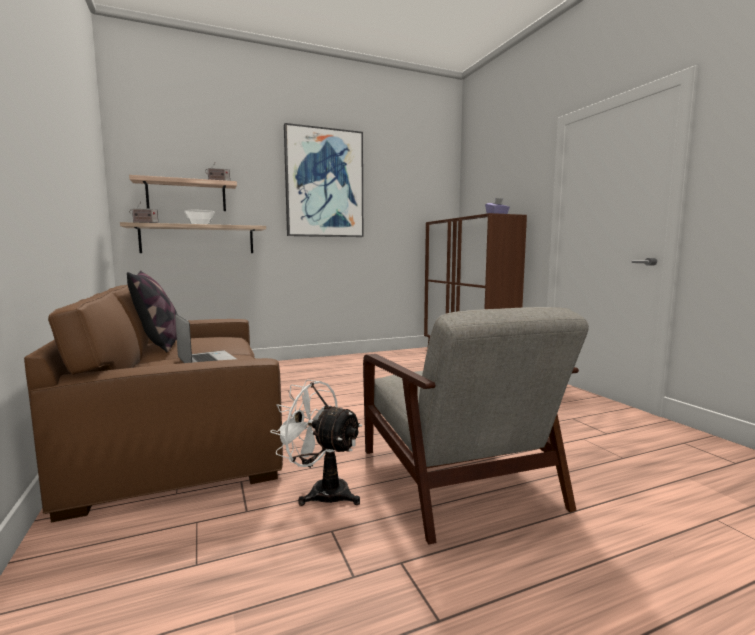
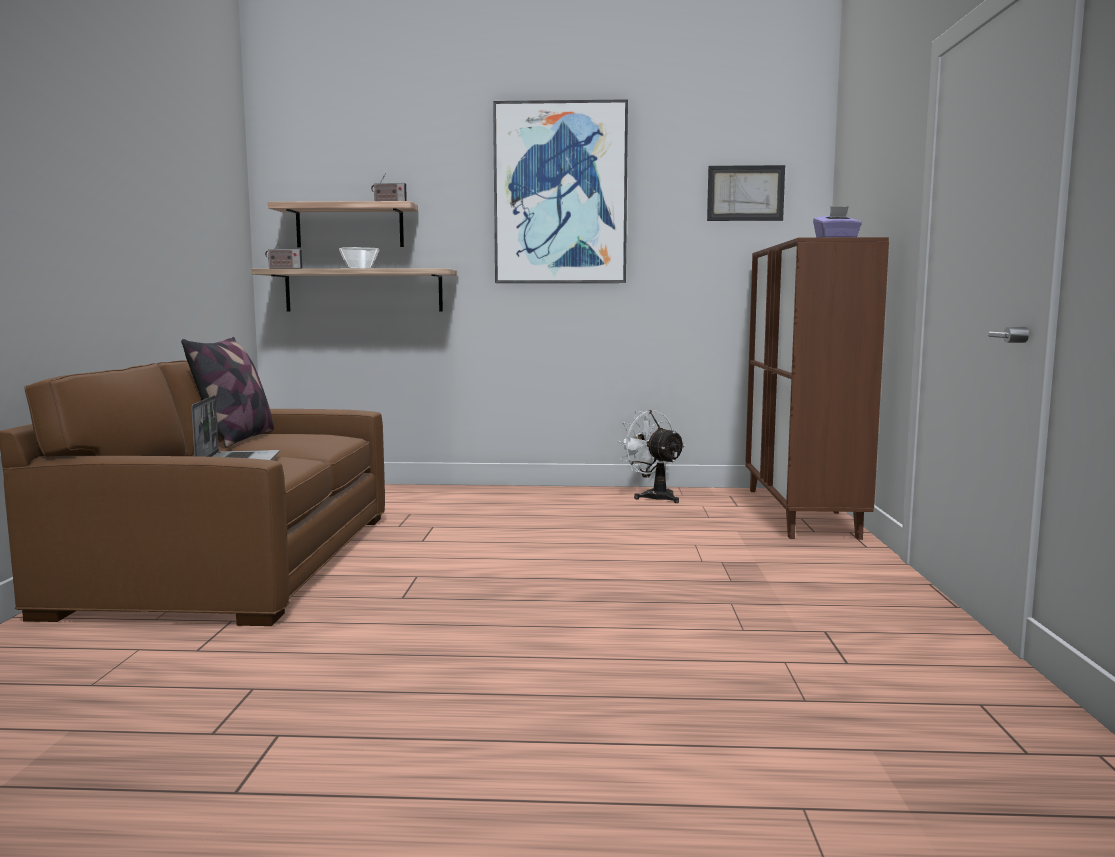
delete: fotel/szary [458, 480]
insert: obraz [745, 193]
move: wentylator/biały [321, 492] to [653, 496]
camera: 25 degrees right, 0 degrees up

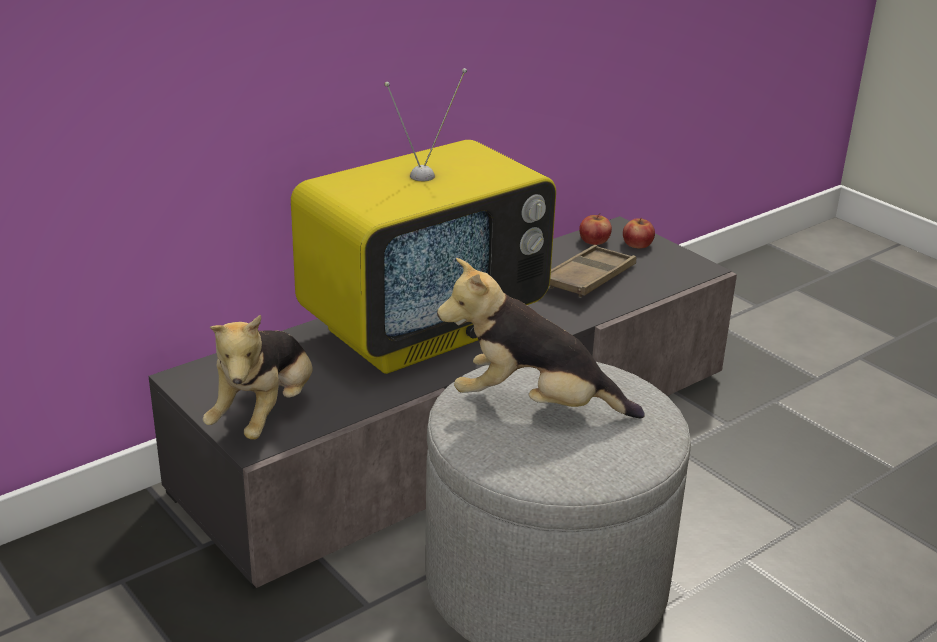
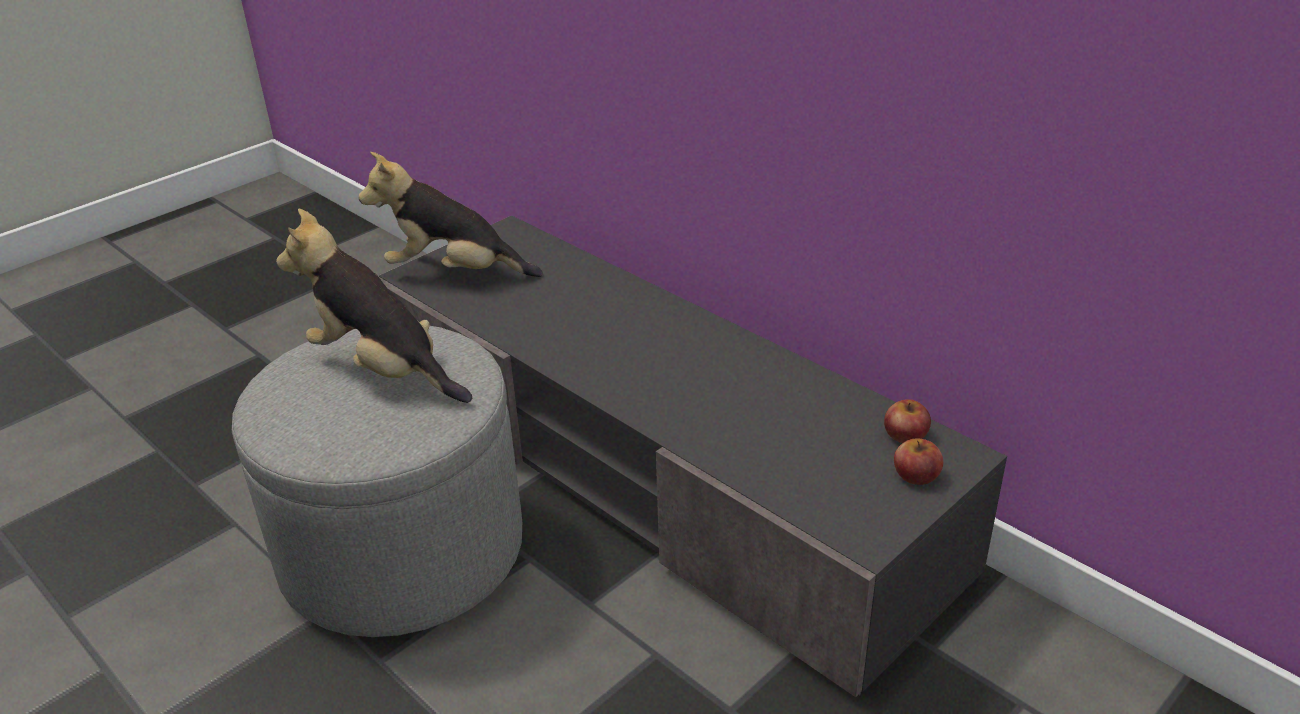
delete: telewizor [423, 328]; taca/brązowy [588, 278]
rotate: pluszak [533, 406] = [383, 369] 60 degrees counterclockwise
camera: 85 degrees right, 5 degrees up

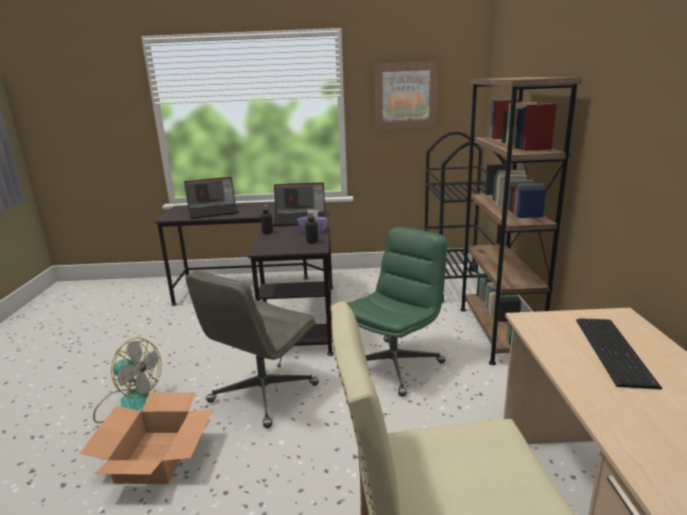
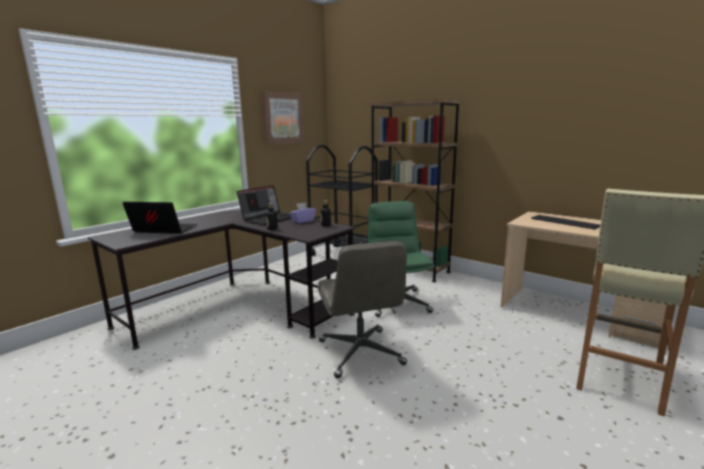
delete: wentylator [129, 403]; karton [156, 457]
rotate: laptop [214, 211] = [163, 230] 105 degrees counterclockwise
camera: 50 degrees left, 5 degrees down

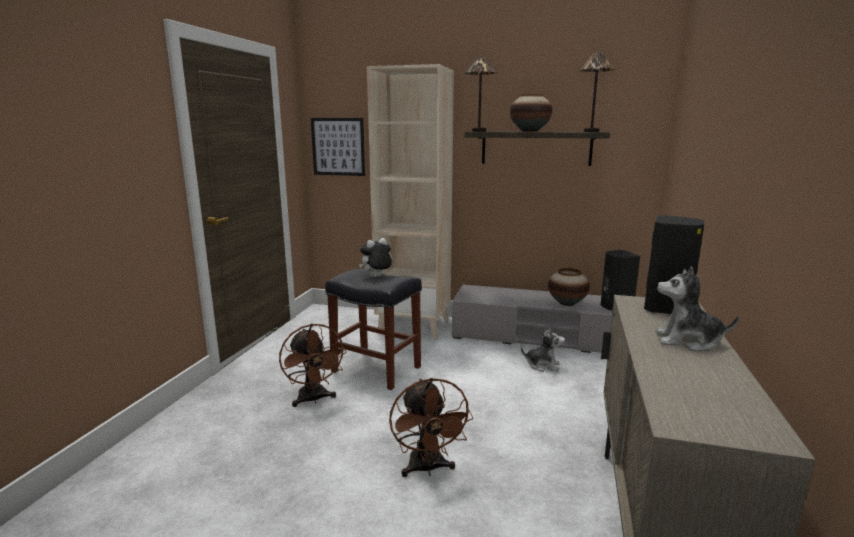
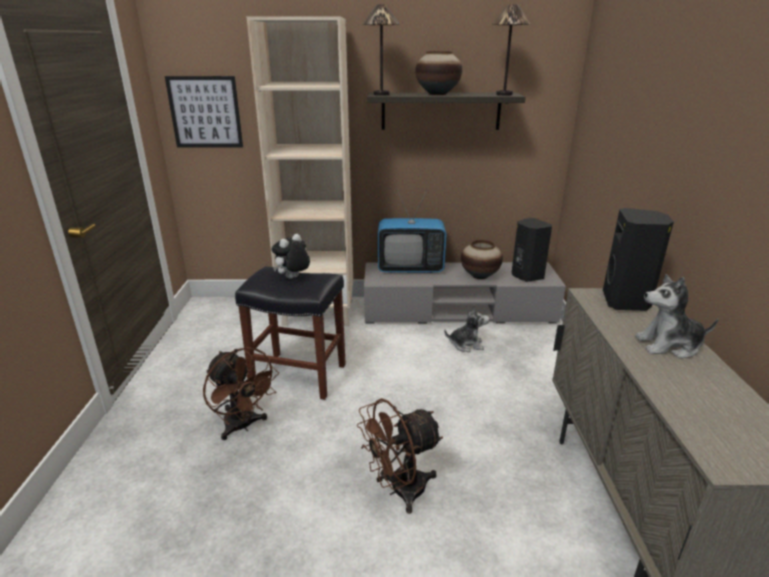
insert: telewizor [410, 268]
rotate: wentylator/brązowy [427, 469] = [399, 491] 90 degrees clockwise
camera: 15 degrees left, 10 degrees up

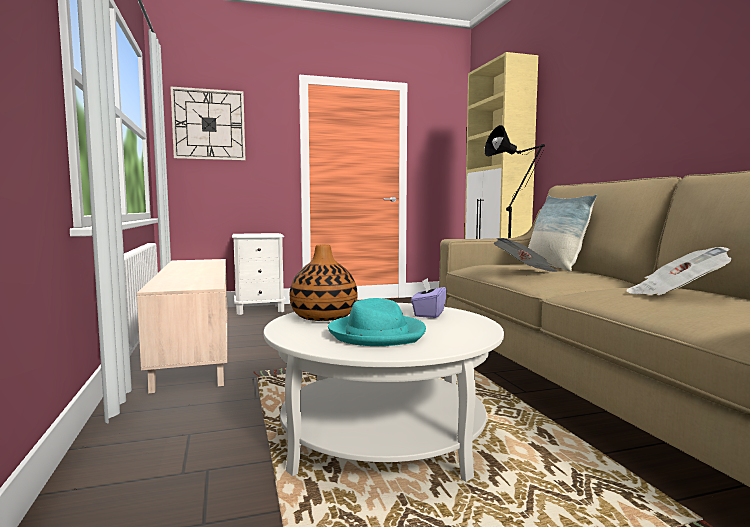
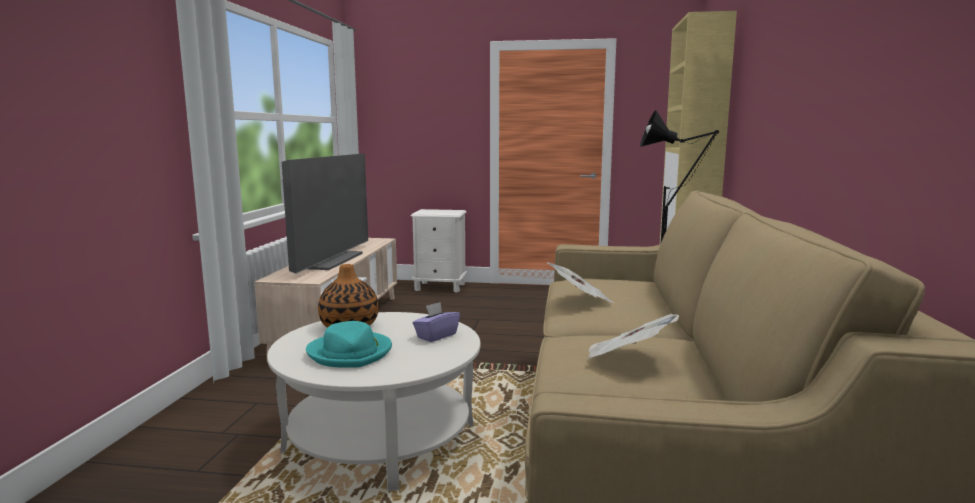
delete: zegar ścienny [209, 124]; poduszka [554, 267]
insert: telewizor [329, 260]
camera: 25 degrees right, 5 degrees up

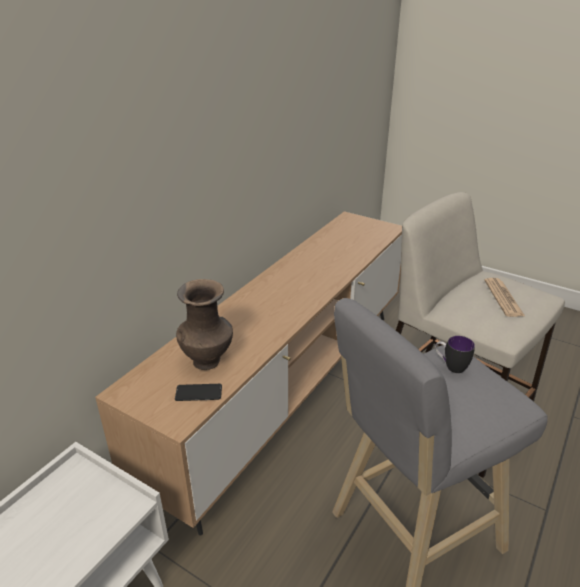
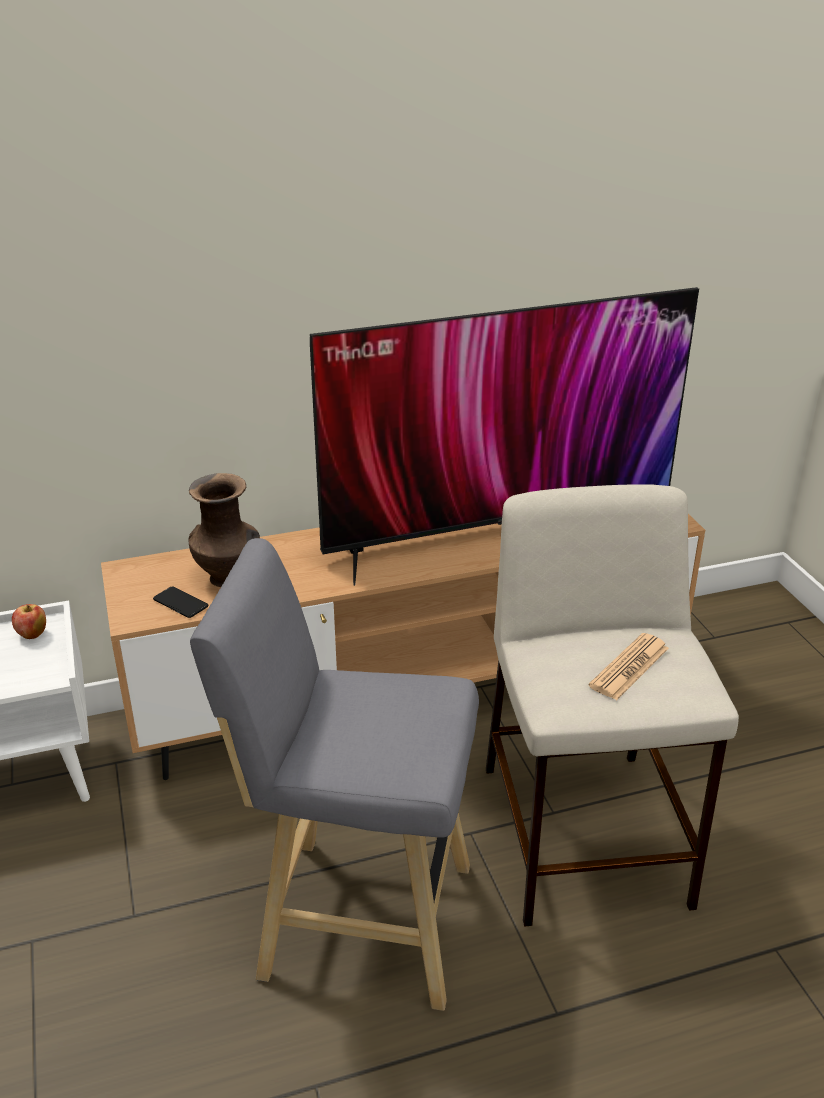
delete: kubek [450, 366]
insert: telewizor [499, 530]; jabłko [32, 635]
camera: 40 degrees right, 0 degrees up

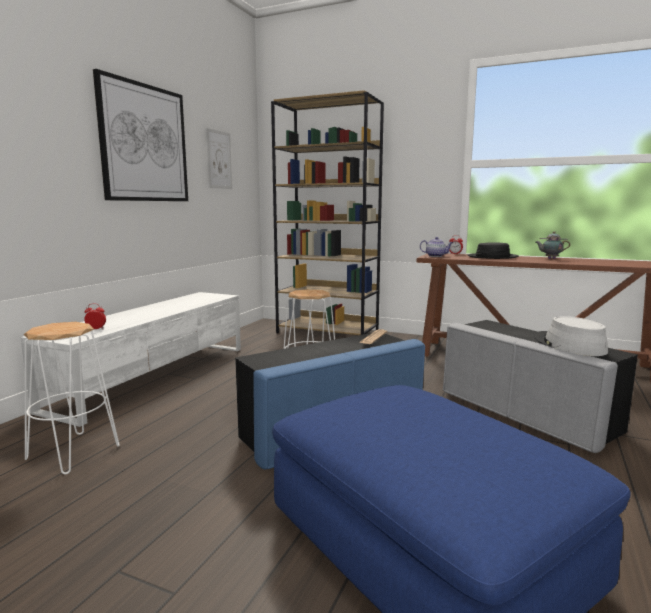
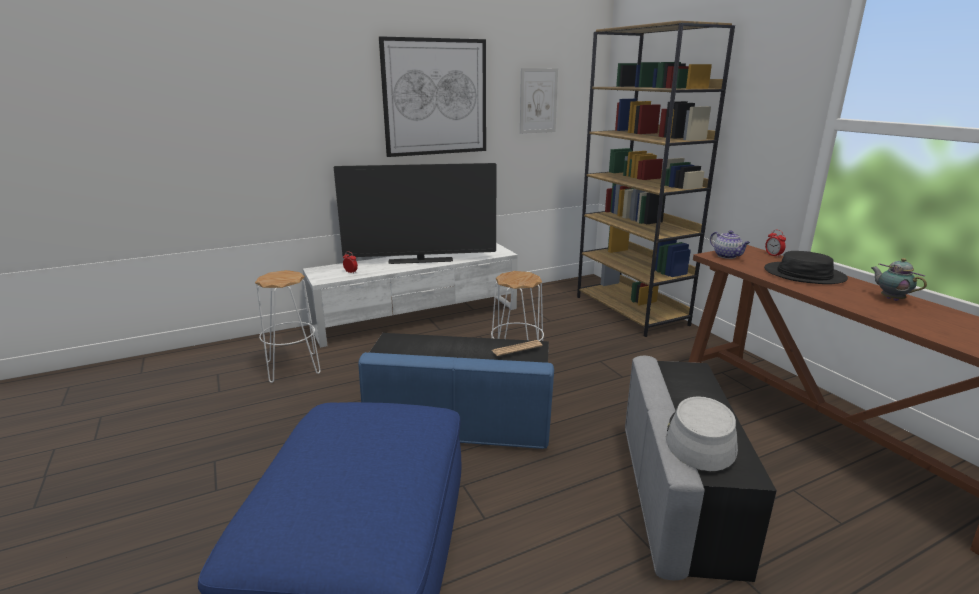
insert: telewizor [420, 261]
camera: 40 degrees right, 10 degrees up

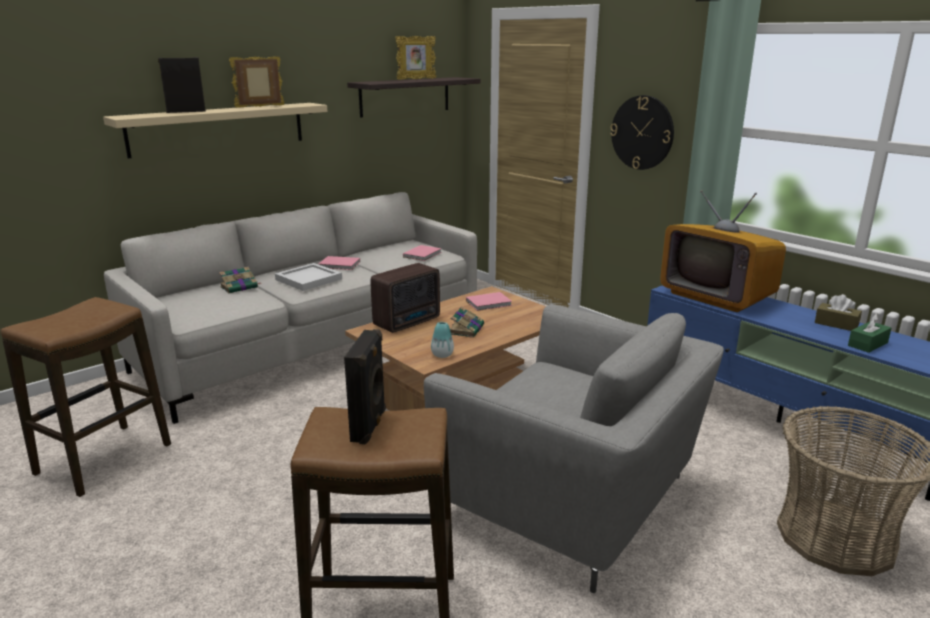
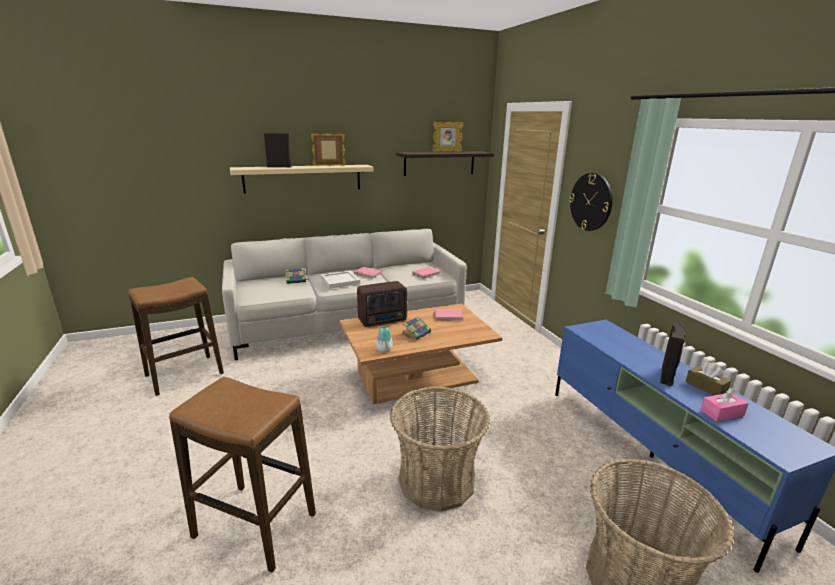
delete: telewizor [717, 296]
move: głośnik/czarny [370, 426] to [667, 376]
replace: fotel/szary [573, 501] to koszyk [436, 480]
recolor: pudełko chusteczek/zielony [867, 344] to pudełko chusteczek/różowy [722, 413]
camera: 20 degrees right, 0 degrees up

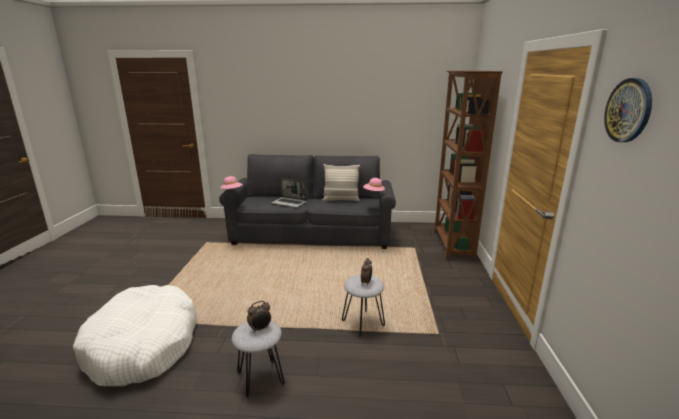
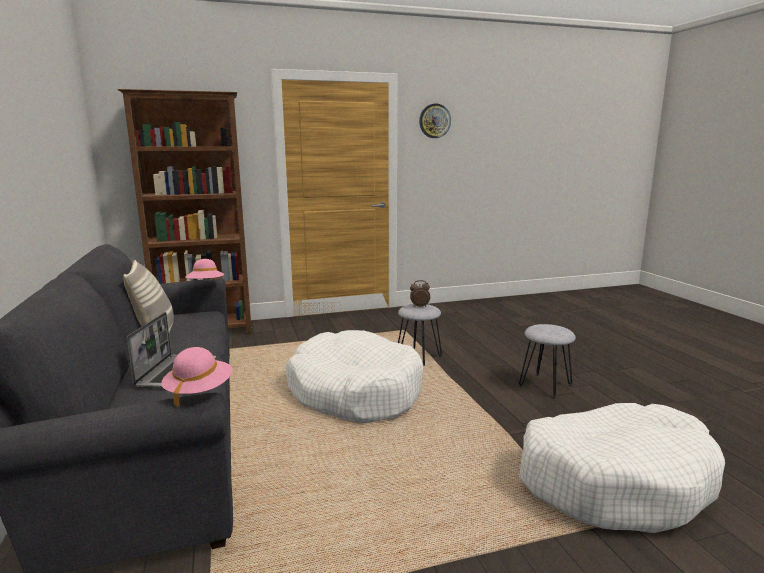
delete: budzik [260, 329]
insert: legowisko/biały [354, 392]
camera: 110 degrees left, 5 degrees down

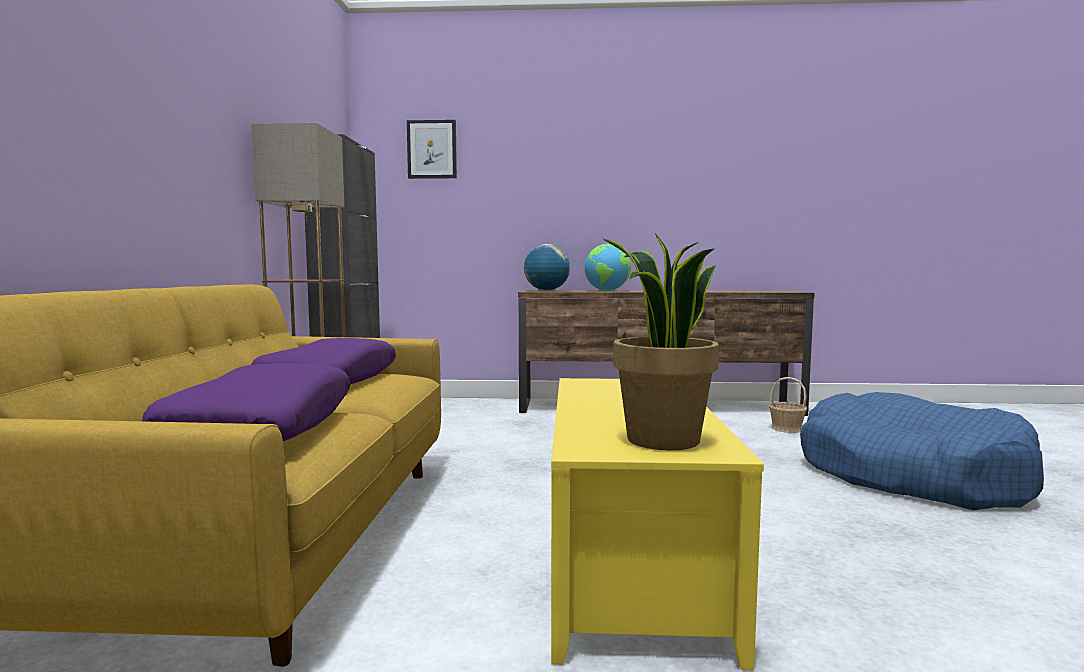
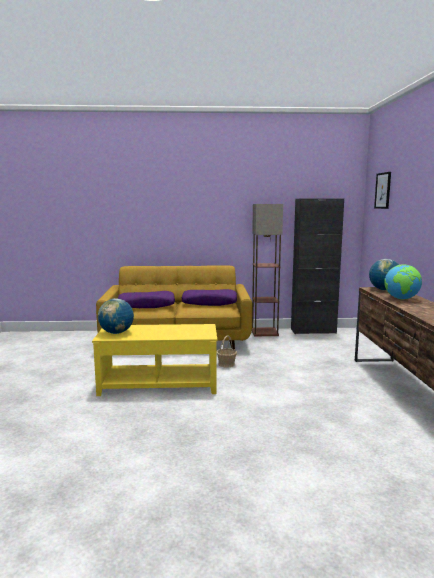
delete: legowisko/niebieski [910, 475]
move: koszyk [786, 428] to [226, 364]
replace: roślina doniczkowa [661, 440] to globus [116, 333]
camera: 85 degrees right, 5 degrees up

